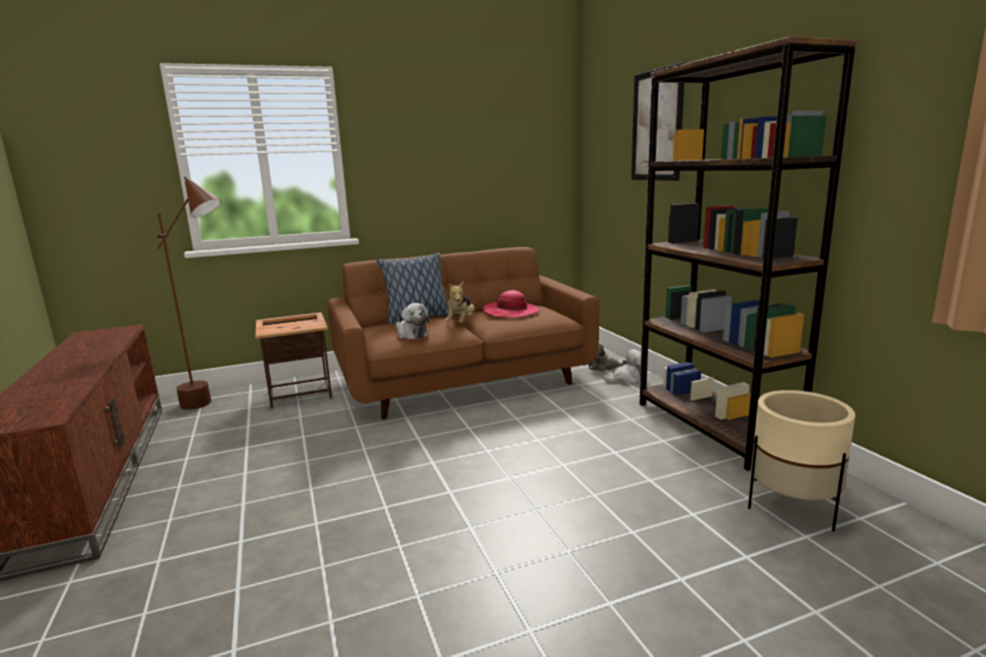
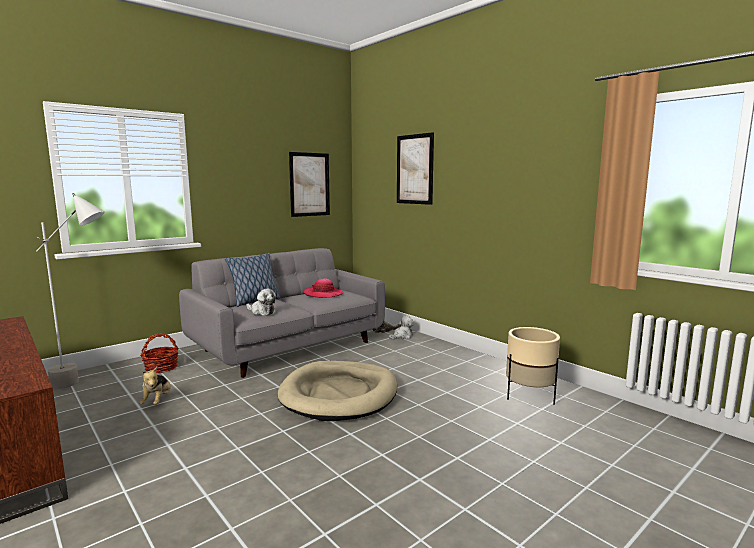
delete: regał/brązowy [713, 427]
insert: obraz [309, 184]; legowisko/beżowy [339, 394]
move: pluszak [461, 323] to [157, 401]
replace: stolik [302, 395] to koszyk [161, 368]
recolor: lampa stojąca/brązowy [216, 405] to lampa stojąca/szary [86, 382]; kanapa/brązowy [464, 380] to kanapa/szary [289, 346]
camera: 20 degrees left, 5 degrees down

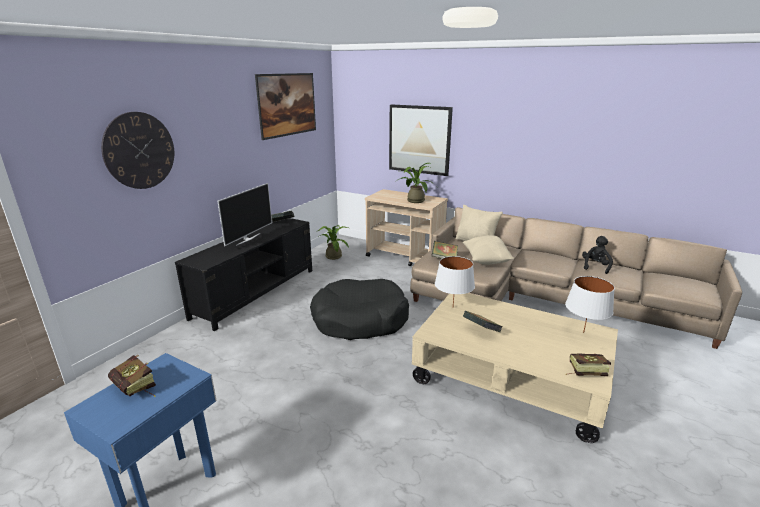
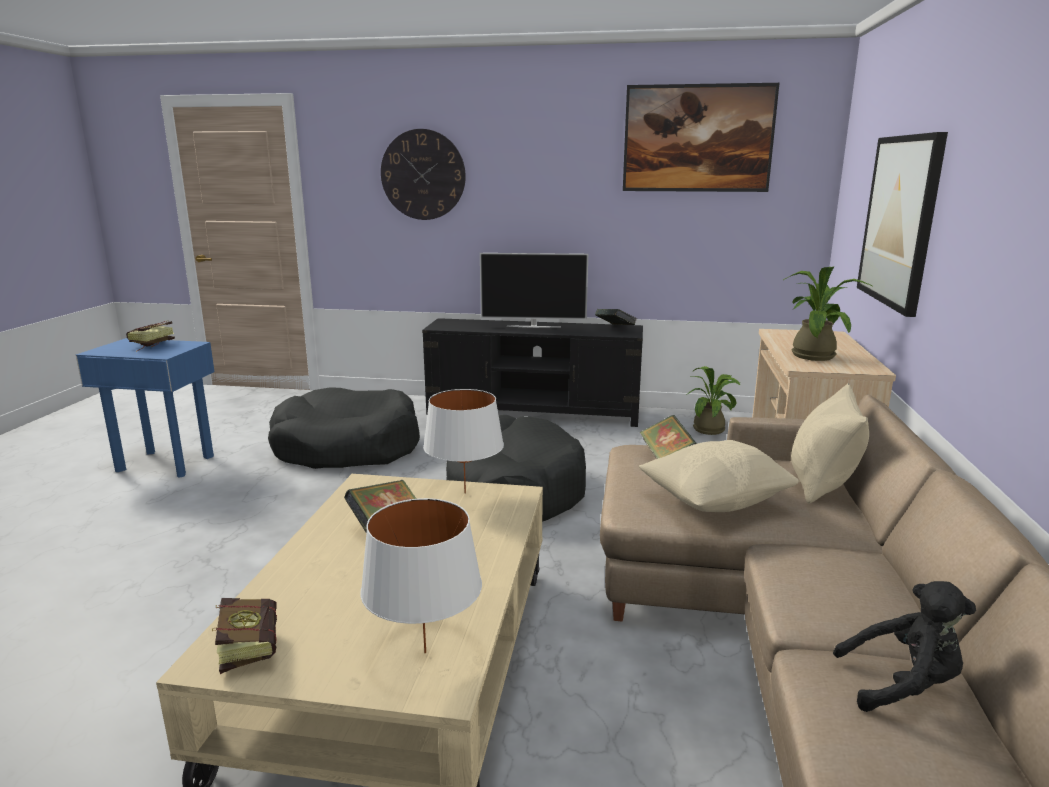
insert: legowisko/czarny [347, 447]
camera: 70 degrees right, 5 degrees down

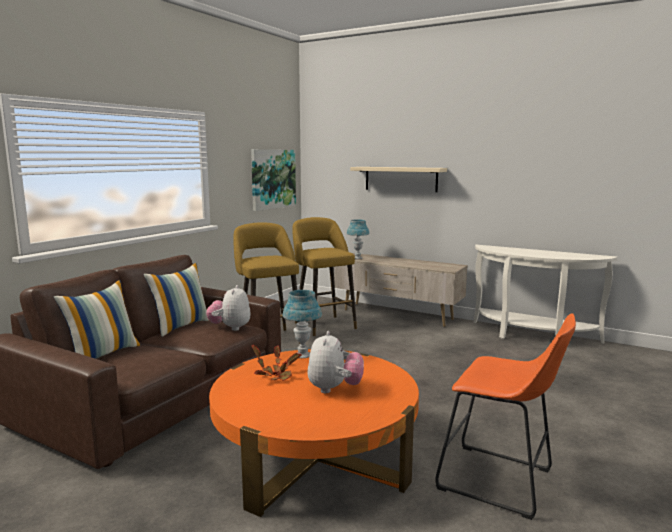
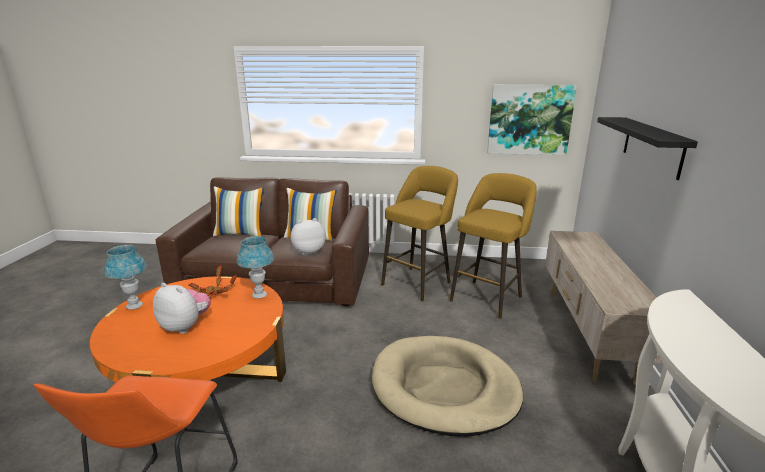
insert: legowisko/beżowy [444, 388]
move: lampa stołowa/niebieski [357, 258] to [134, 306]
recolor: półka/beżowy [400, 179] to półka/czarny [652, 146]
rotate: pluszak [334, 389] = [185, 326] 135 degrees counterclockwise
camera: 65 degrees right, 10 degrees up

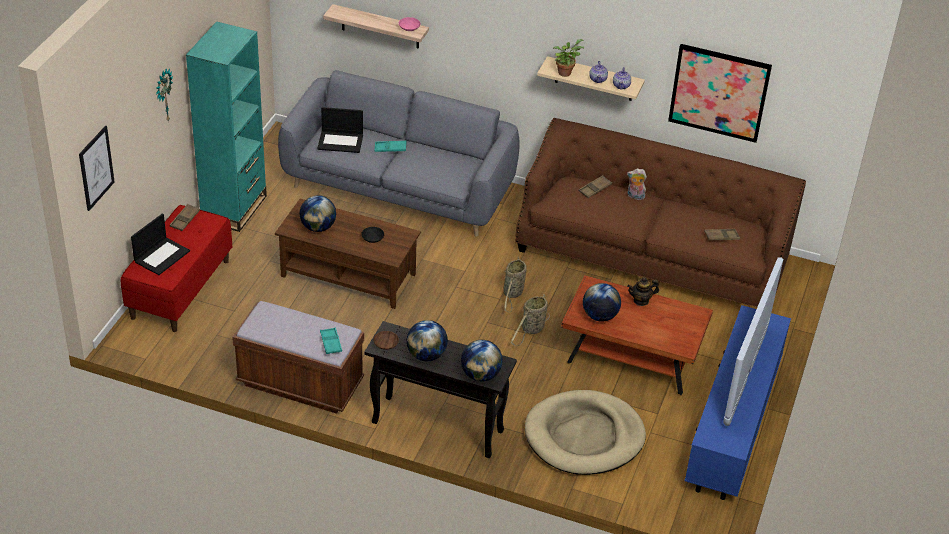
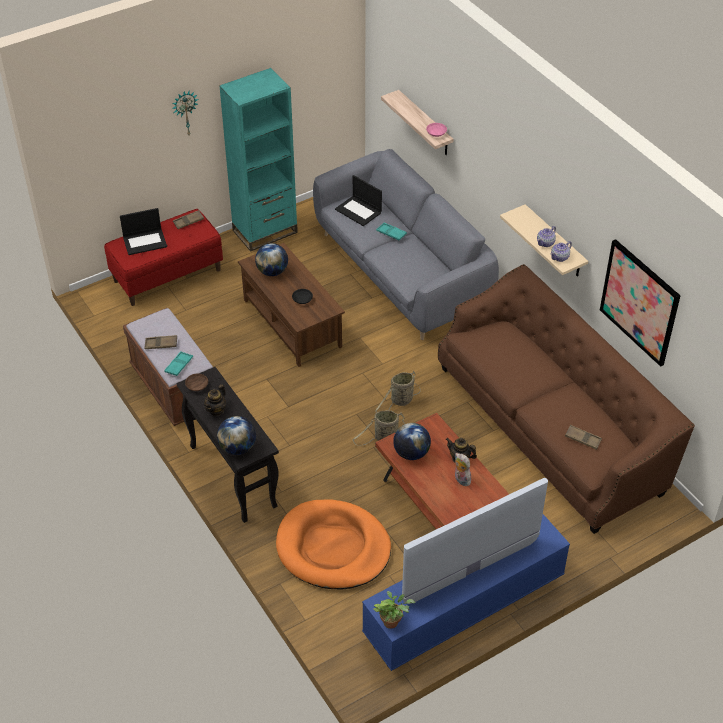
delete: obraz [96, 168]
move: roślina doniczkowa [565, 72] to [392, 621]; pluszak [635, 196] to [461, 479]; taca/brązowy [595, 189] to [161, 344]
replace: globus [426, 355] to imbryk [216, 410]
recolor: legowisko/beżowy [584, 436] to legowisko/pomarańczowy [333, 548]
camera: 40 degrees right, 5 degrees up

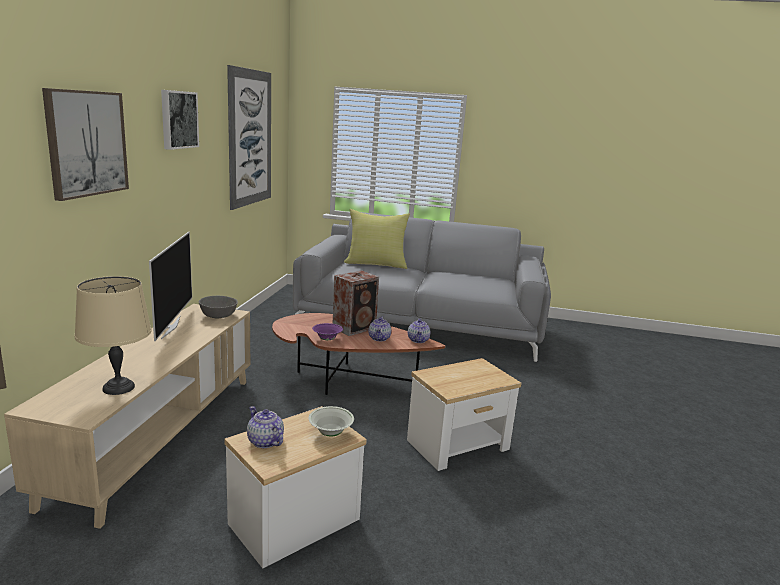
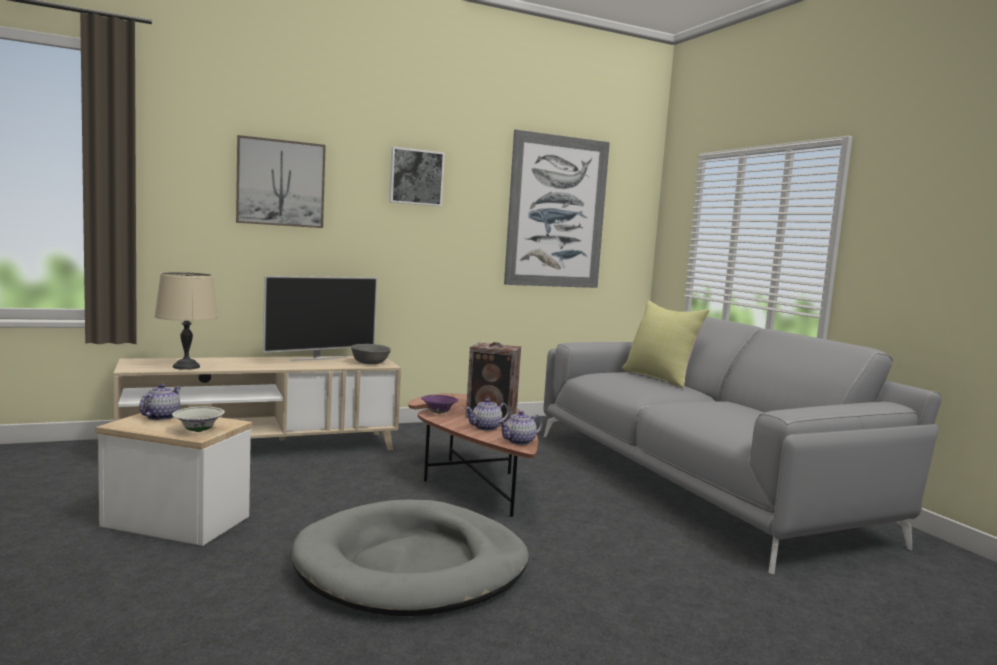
replace: stolik [458, 446] to legowisko/szary [412, 566]
camera: 55 degrees right, 10 degrees down

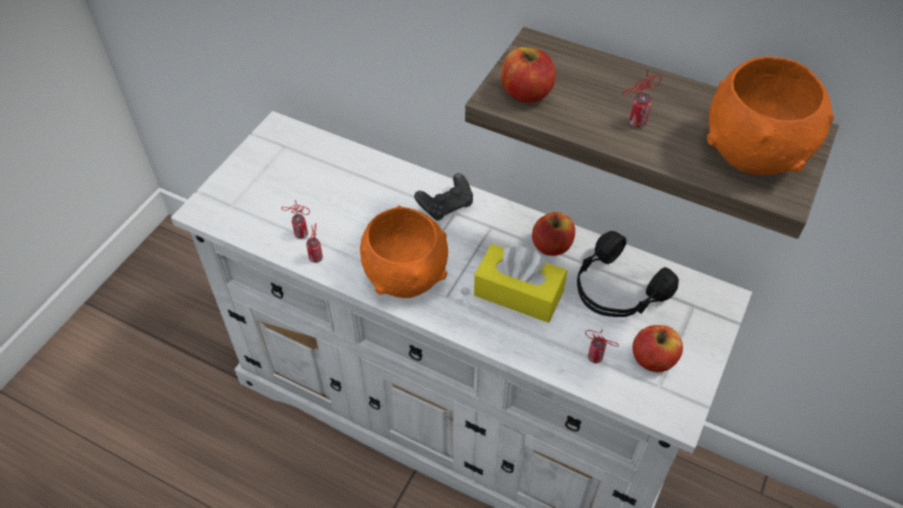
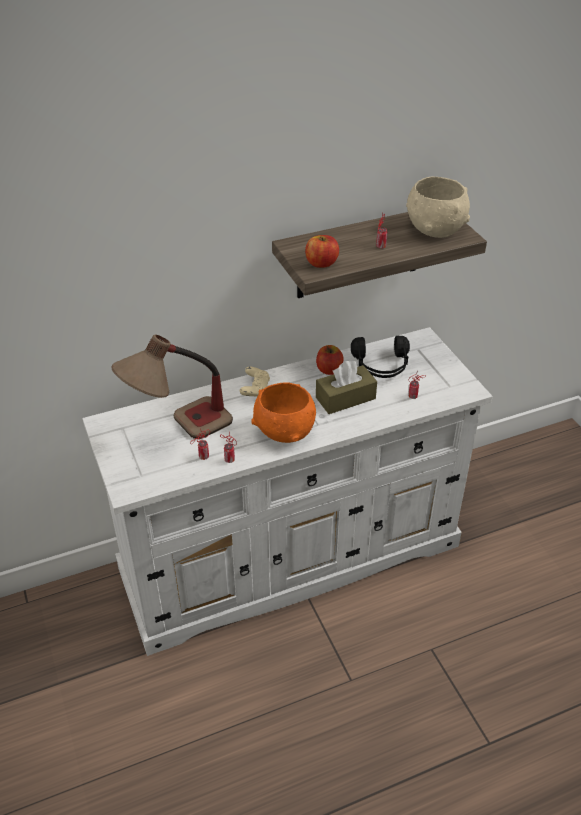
delete: jabłko [653, 359]
insert: lampa stołowa [178, 431]
recolor: miska/pomarańczowy [756, 151] to miska/beżowy [435, 229]; pad do gier/czarny [446, 206] to pad do gier/beżowy [255, 390]; pudełko chusteczek/żółty [518, 293] to pudełko chusteczek/brązowy [345, 398]
camera: 50 degrees left, 10 degrees down

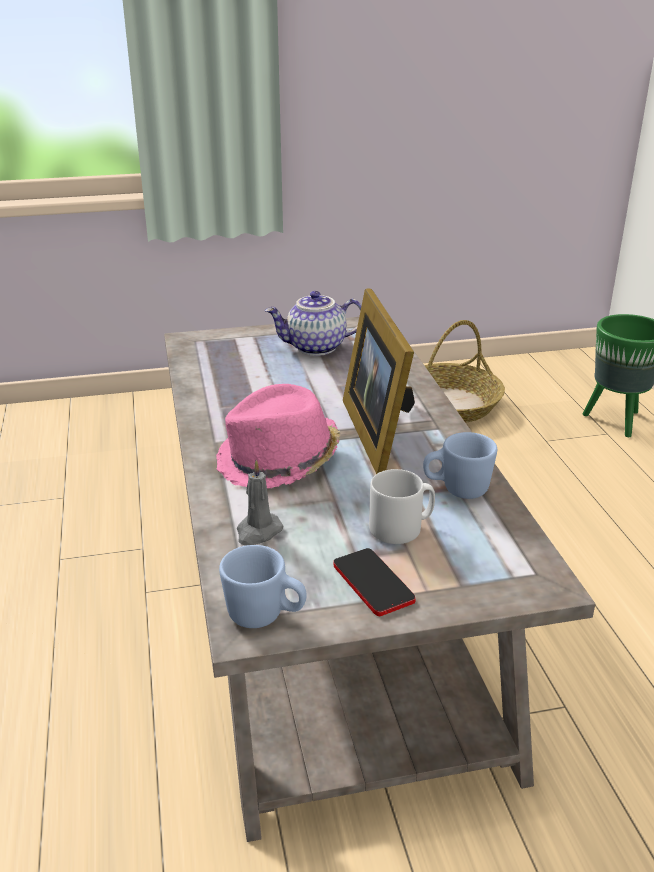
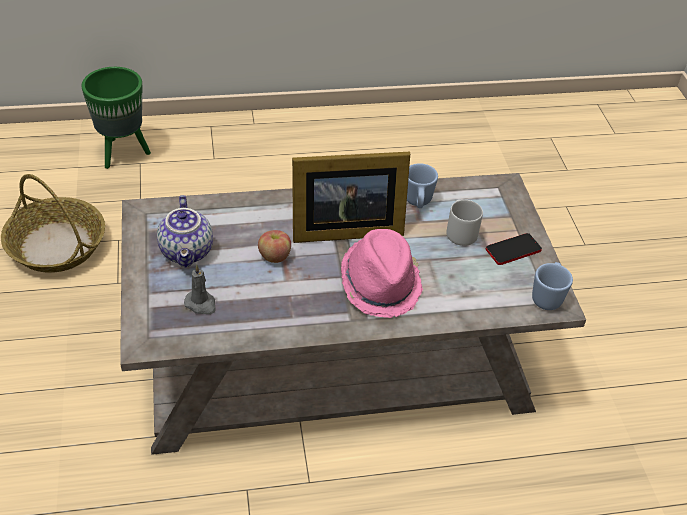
insert: jabłko [274, 256]
move: świeca/szary [258, 532] to [201, 304]
camera: 90 degrees left, 15 degrees up

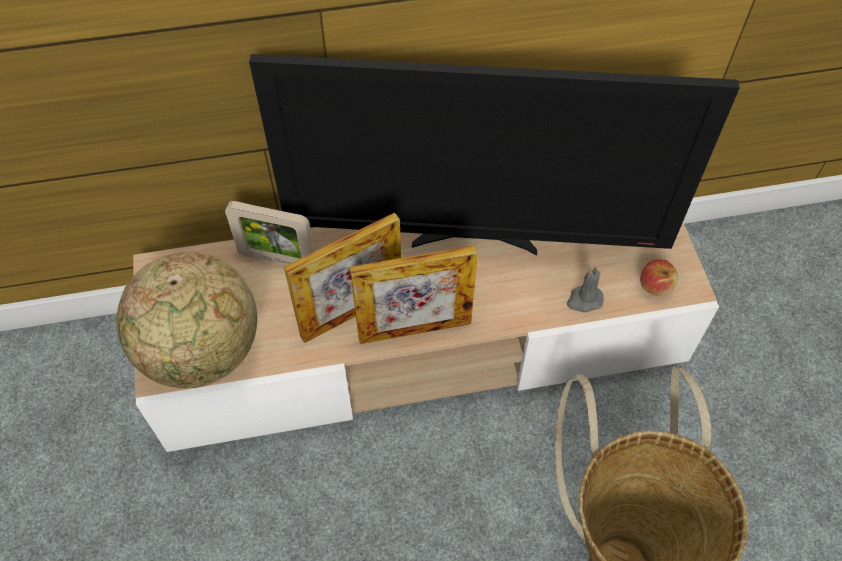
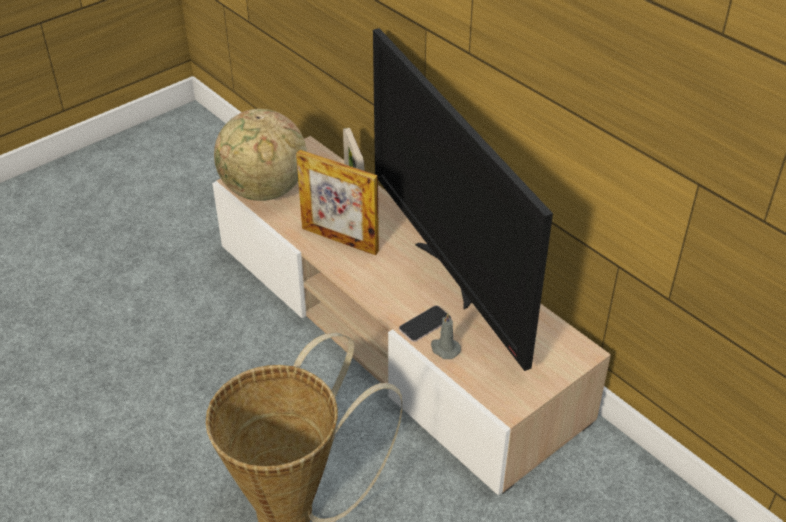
delete: ramka na zdjęcie [414, 330]; jabłko [655, 286]
insert: telefon [425, 324]
camera: 60 degrees right, 15 degrees down

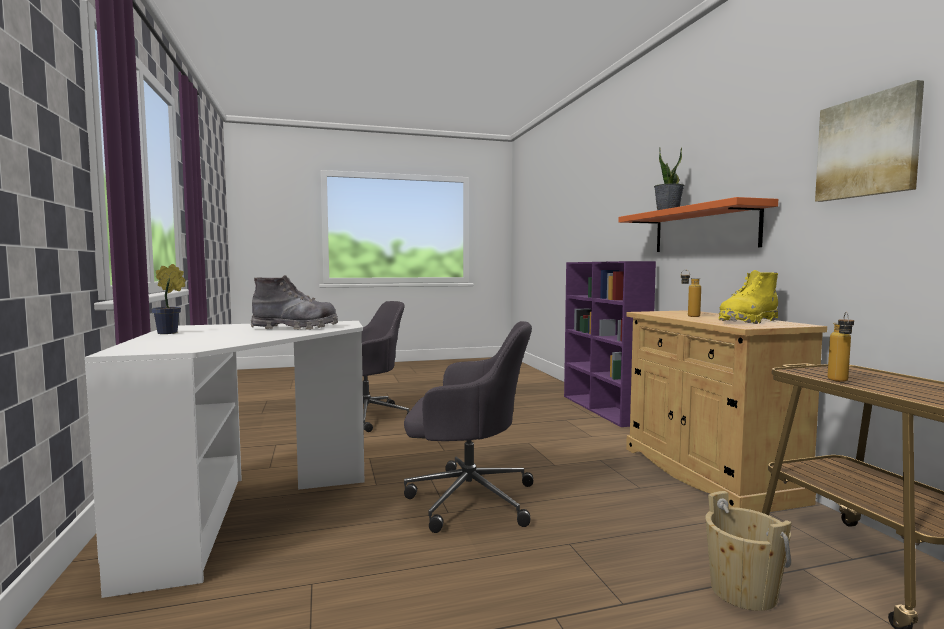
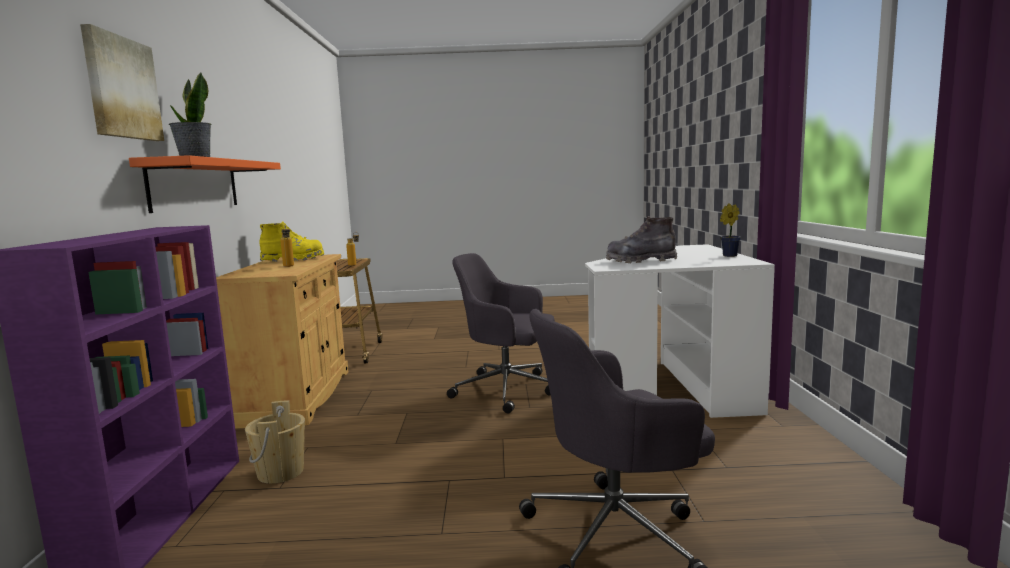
move: obraz [867, 147] to [121, 88]; wiadro/beżowy [743, 592] to [280, 472]
camera: 165 degrees left, 5 degrees up

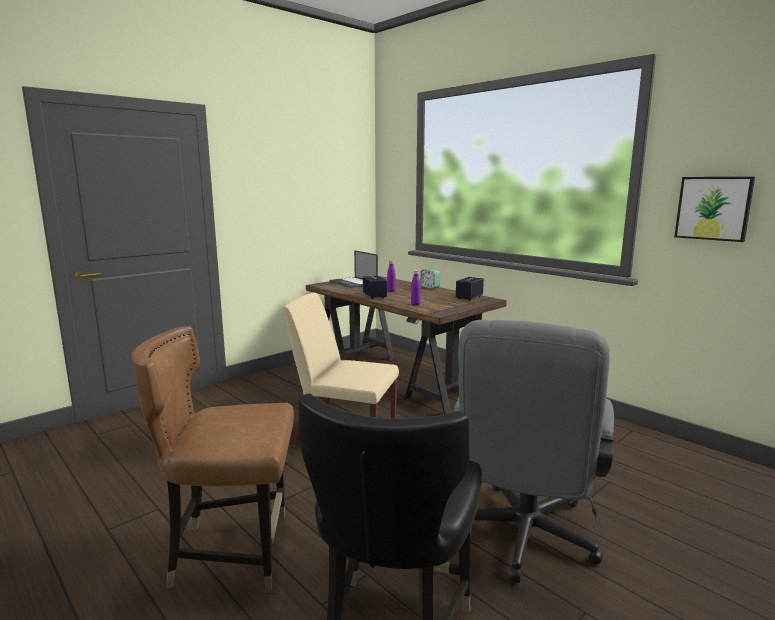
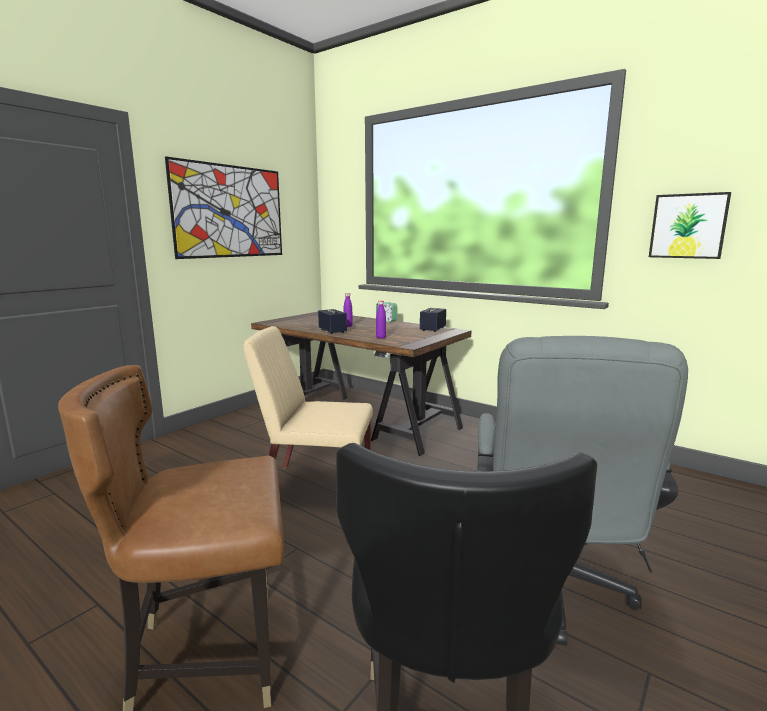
delete: laptop [354, 283]
insert: obraz [230, 211]
camera: 10 degrees left, 0 degrees up

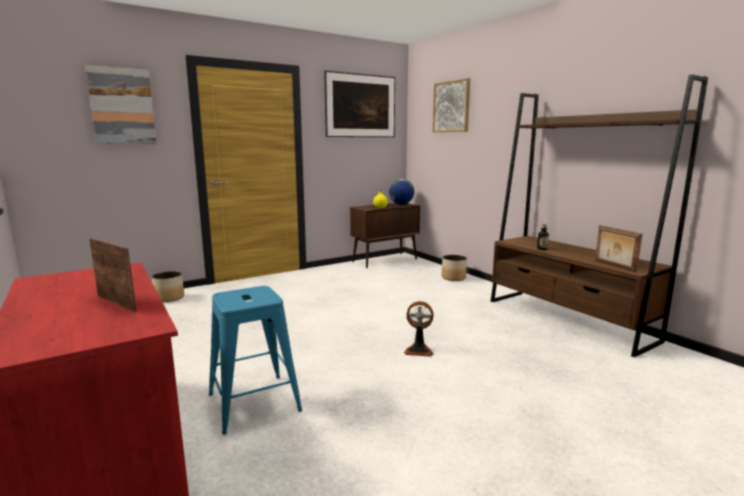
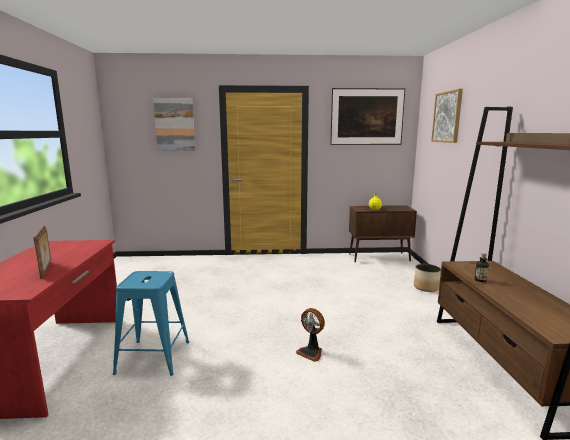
delete: globus [401, 204]; ramka na zdjęcie [614, 266]; donica [169, 298]
camera: 30 degrees right, 0 degrees up

